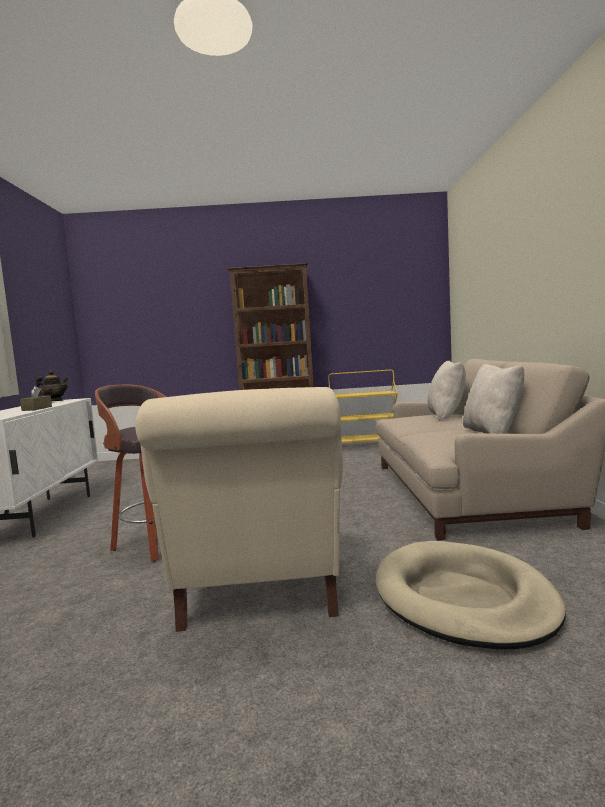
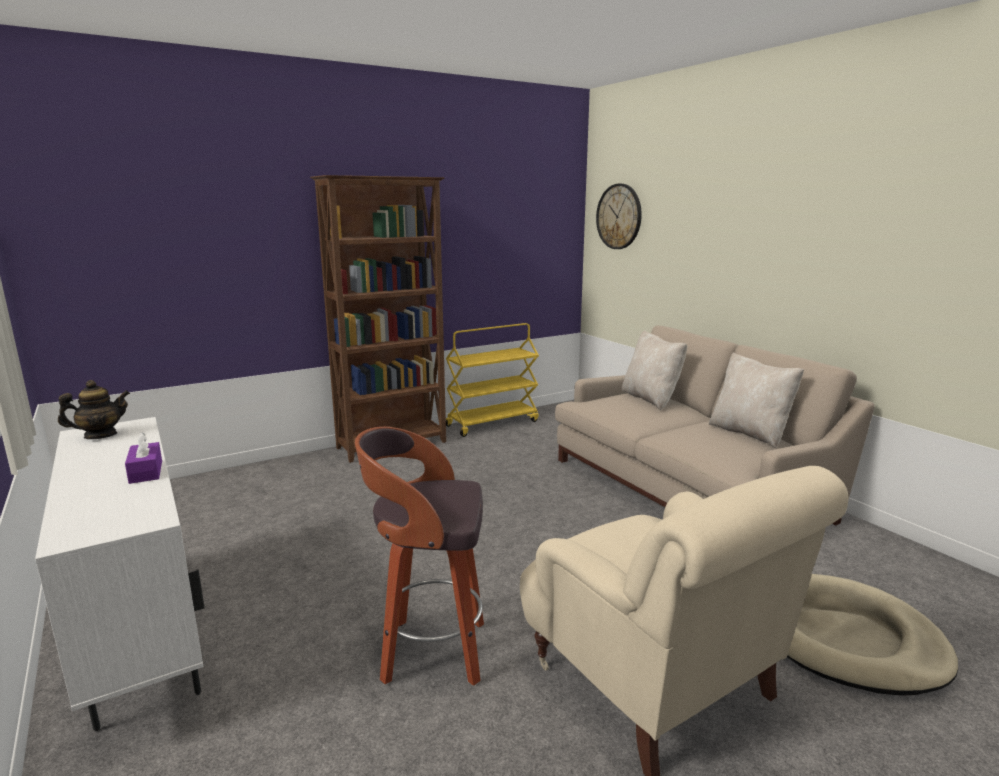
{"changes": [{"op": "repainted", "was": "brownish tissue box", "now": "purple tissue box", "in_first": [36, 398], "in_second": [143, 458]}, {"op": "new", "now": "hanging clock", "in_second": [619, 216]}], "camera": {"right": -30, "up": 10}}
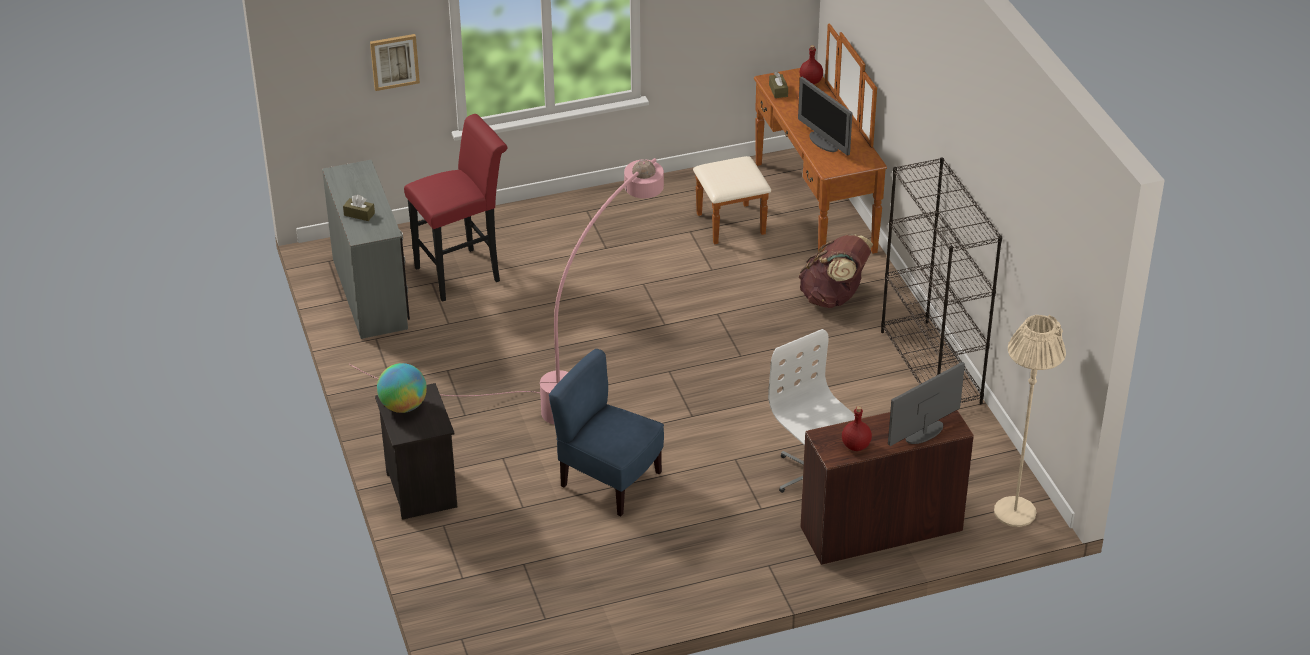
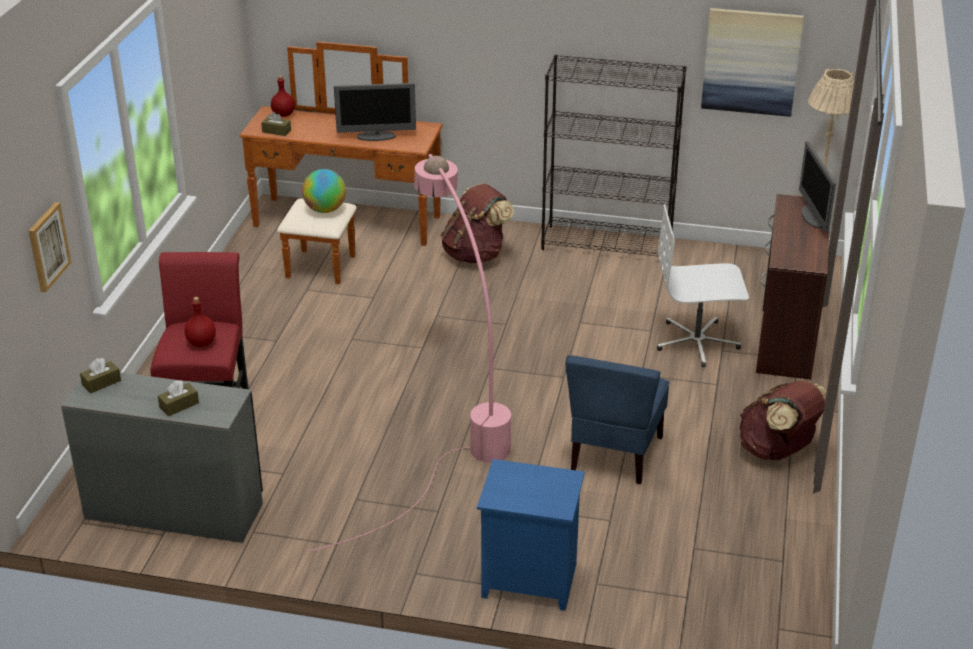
{"changes": [{"op": "new", "now": "brownish tissue box", "in_second": [100, 375]}, {"op": "shifted", "was": "red beverage bottle", "in_first": [857, 428], "in_second": [200, 322]}, {"op": "shifted", "was": "desk globe", "in_first": [402, 388], "in_second": [324, 191]}, {"op": "repainted", "was": "black-coloured nightstand", "now": "blue-coloured nightstand", "in_first": [416, 451], "in_second": [531, 535]}, {"op": "rotated", "was": "blue-coloured plain chair", "in_first": [606, 432], "in_second": [617, 419], "clockwise": -45}, {"op": "new", "now": "wall picture", "in_second": [752, 62]}, {"op": "new", "now": "brownish rucksack", "in_second": [783, 420]}], "camera": {"right": -60, "up": -5}}
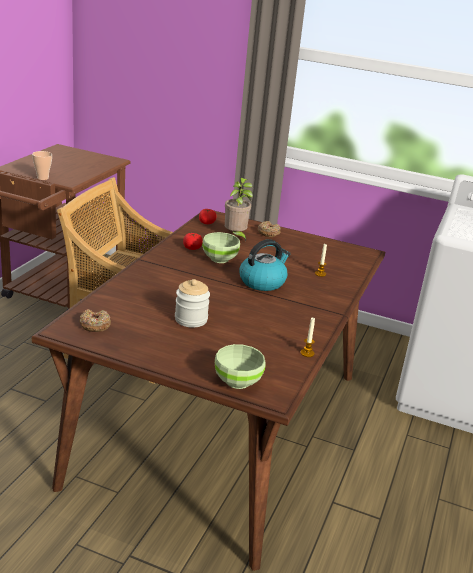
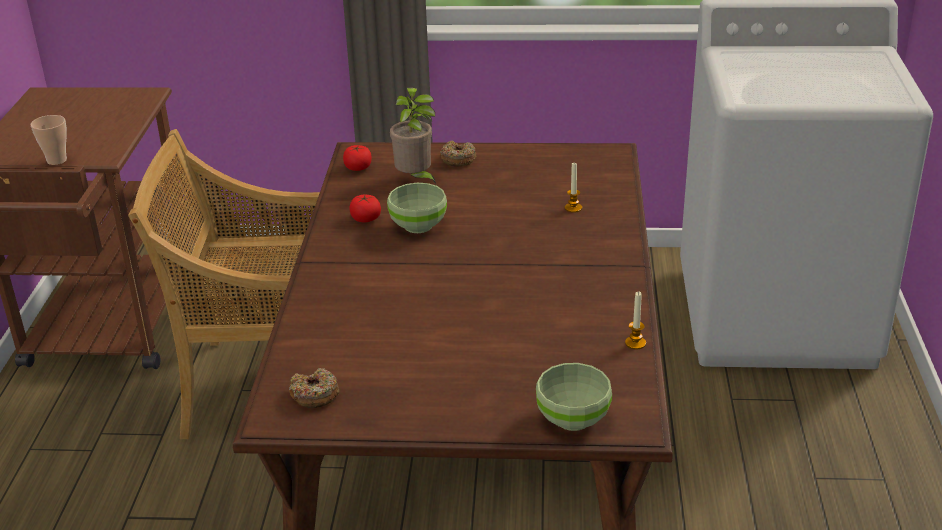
{"changes": [{"op": "gone", "was": "preserve jar", "in_first": [192, 303]}, {"op": "gone", "was": "kettle", "in_first": [265, 265]}], "camera": {"right": -15, "up": 5}}
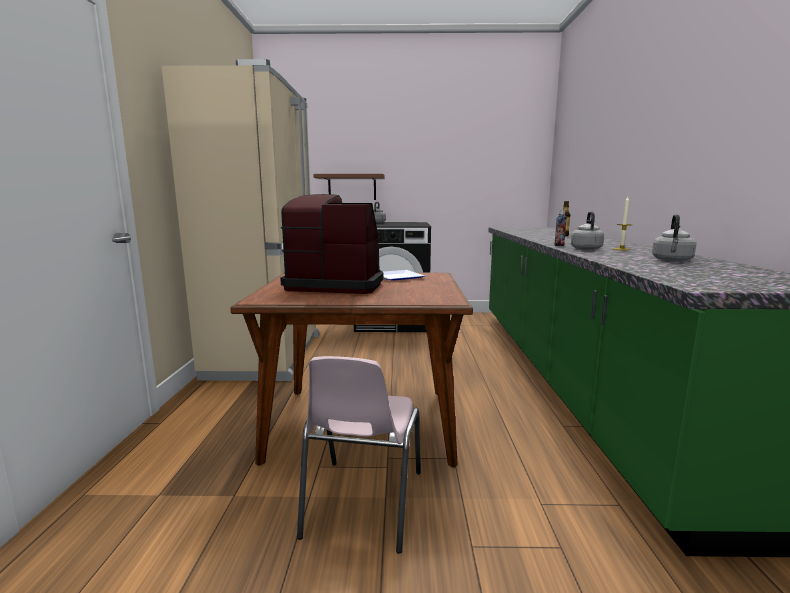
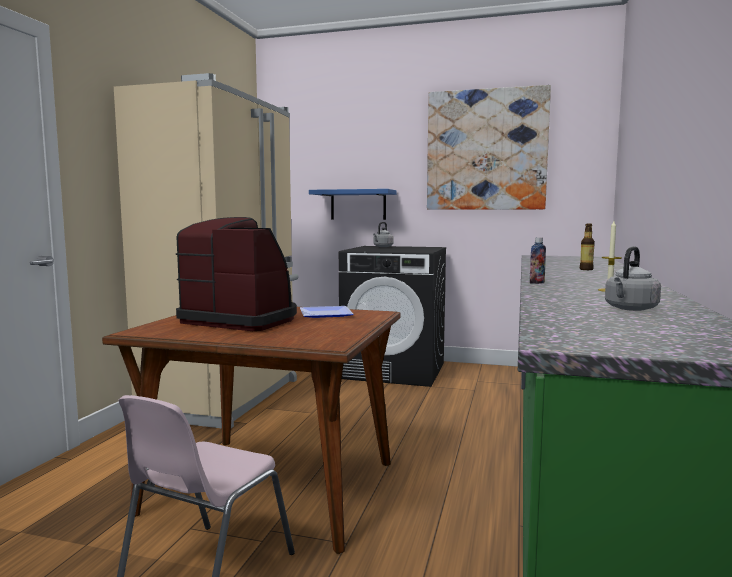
{"changes": [{"op": "repainted", "was": "brownish bracket shelf", "now": "blue-coloured bracket shelf", "in_first": [349, 187], "in_second": [353, 204]}, {"op": "new", "now": "wall picture", "in_second": [489, 147]}, {"op": "gone", "was": "greyish kettle", "in_first": [587, 230]}], "camera": {"right": 15, "up": -5}}
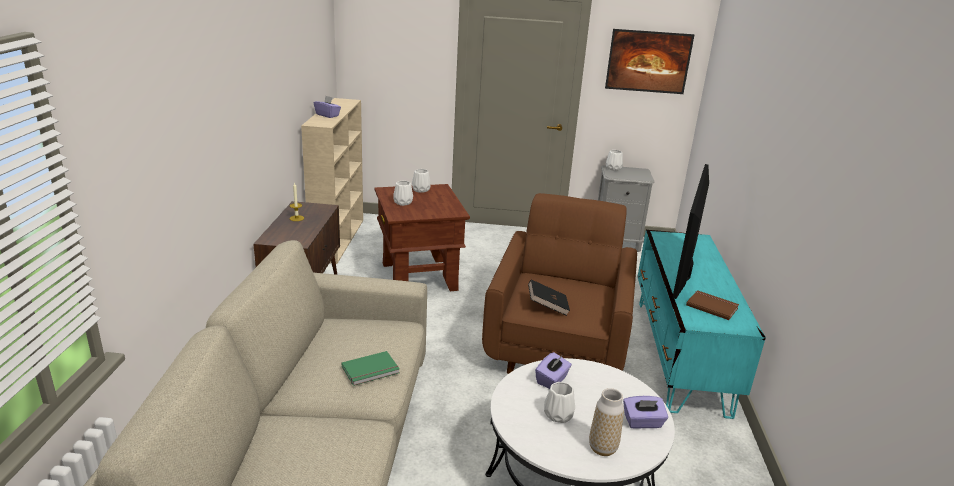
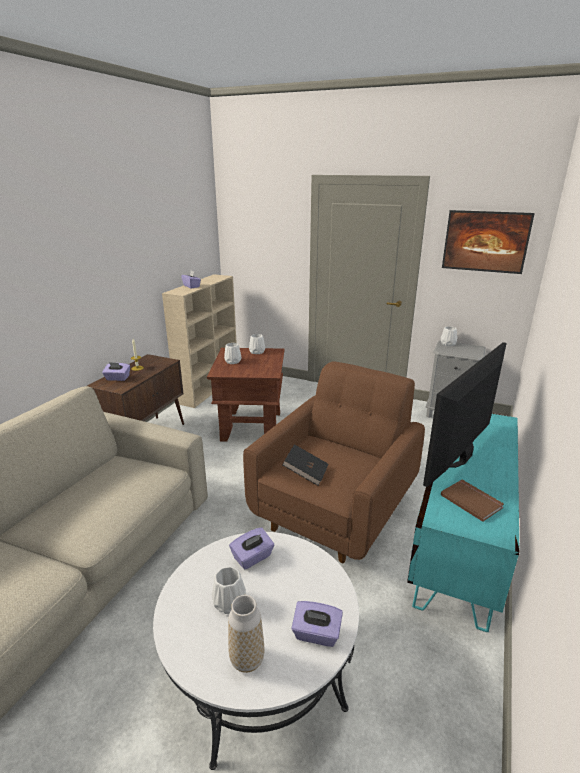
{"changes": [{"op": "new", "now": "purple tissue box", "in_second": [116, 371]}, {"op": "gone", "was": "greenish bound book", "in_first": [370, 368]}], "camera": {"right": 20, "up": 0}}
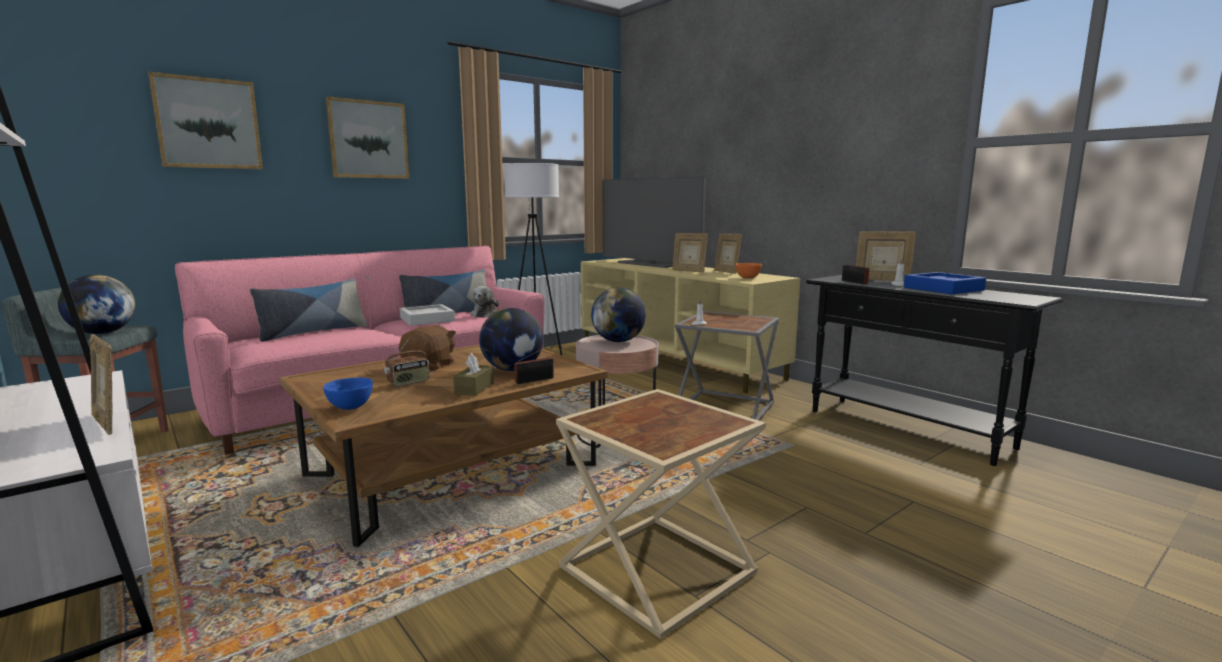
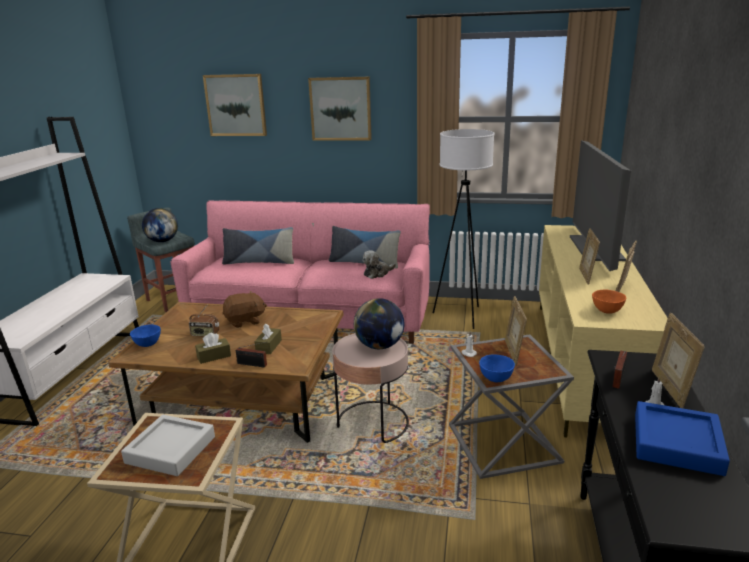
{"changes": [{"op": "shifted", "was": "greyish serving tray", "in_first": [427, 315], "in_second": [168, 445]}, {"op": "swapped", "was": "desk globe", "now": "brownish tissue box", "in_first": [511, 339], "in_second": [268, 338]}, {"op": "new", "now": "blue-coloured deep dish", "in_second": [497, 368]}, {"op": "shifted", "was": "standing frame", "in_first": [101, 384], "in_second": [516, 331]}], "camera": {"right": 50, "up": 10}}
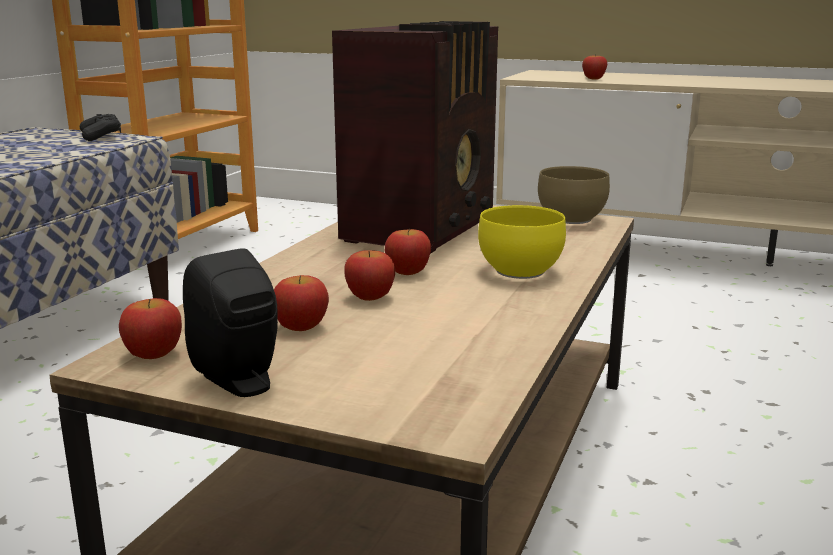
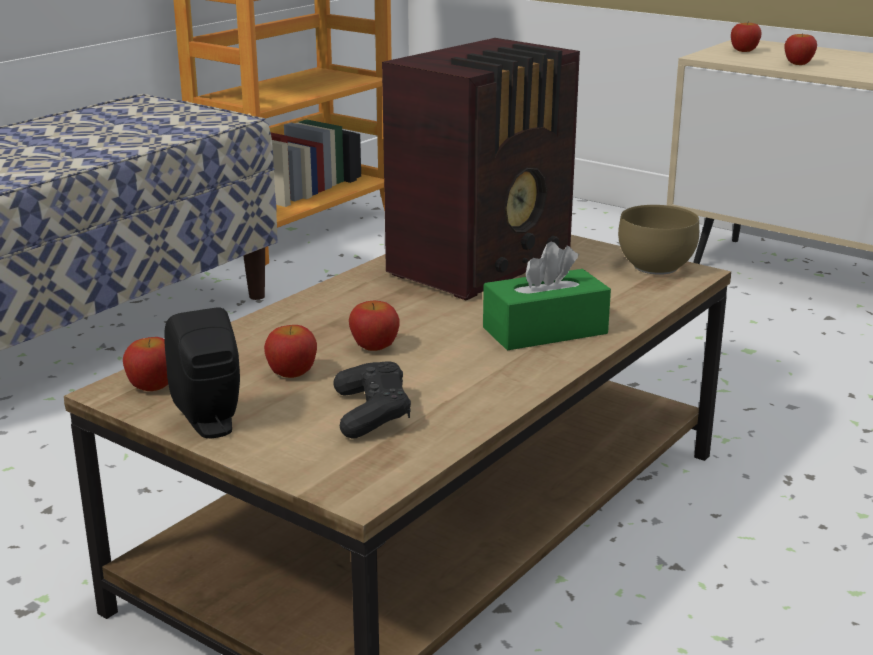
{"changes": [{"op": "shifted", "was": "black-coloured gamepad", "in_first": [100, 127], "in_second": [372, 400]}, {"op": "swapped", "was": "yellow-coloured deep dish", "now": "greenish tissue box", "in_first": [522, 242], "in_second": [547, 296]}, {"op": "shifted", "was": "whole apple", "in_first": [408, 252], "in_second": [746, 36]}], "camera": {"right": 15, "up": 5}}
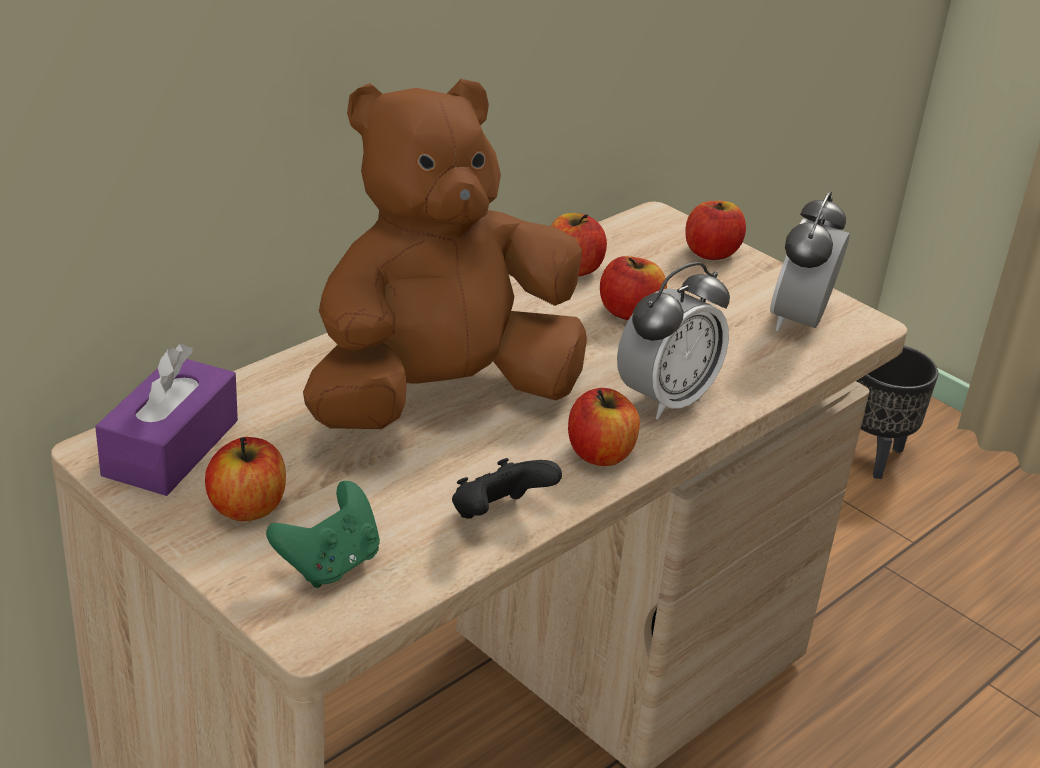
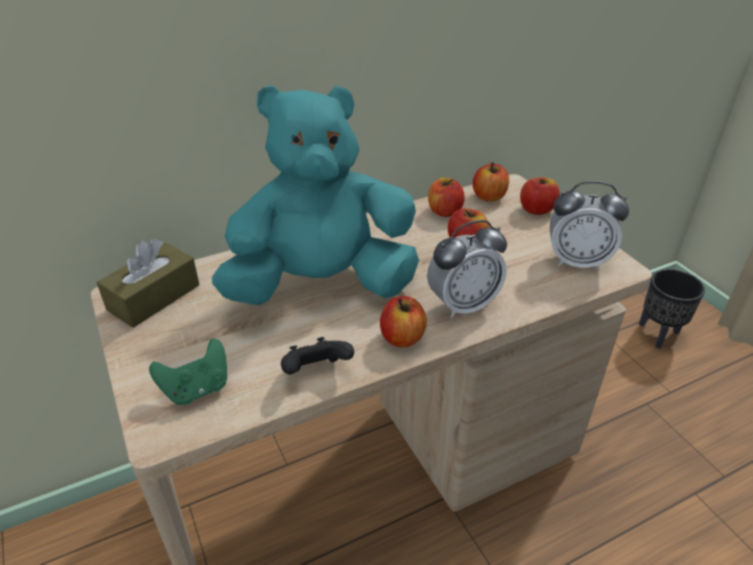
{"changes": [{"op": "repainted", "was": "purple tissue box", "now": "brownish tissue box", "in_first": [166, 419], "in_second": [148, 283]}, {"op": "repainted", "was": "brownish plush toy", "now": "blue-green plush toy", "in_first": [445, 254], "in_second": [315, 195]}, {"op": "shifted", "was": "whole apple", "in_first": [245, 479], "in_second": [491, 182]}, {"op": "rotated", "was": "table clock", "in_first": [810, 261], "in_second": [589, 225], "clockwise": -120}], "camera": {"right": 20, "up": 5}}
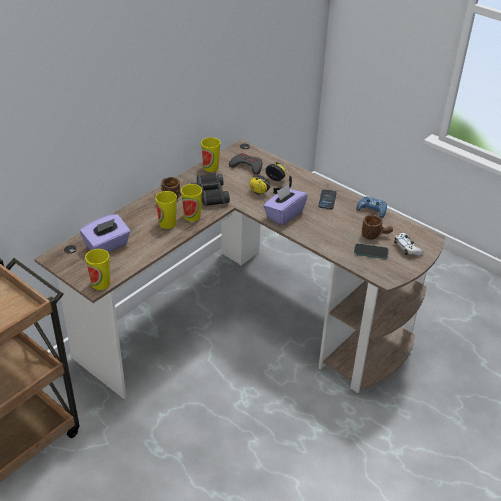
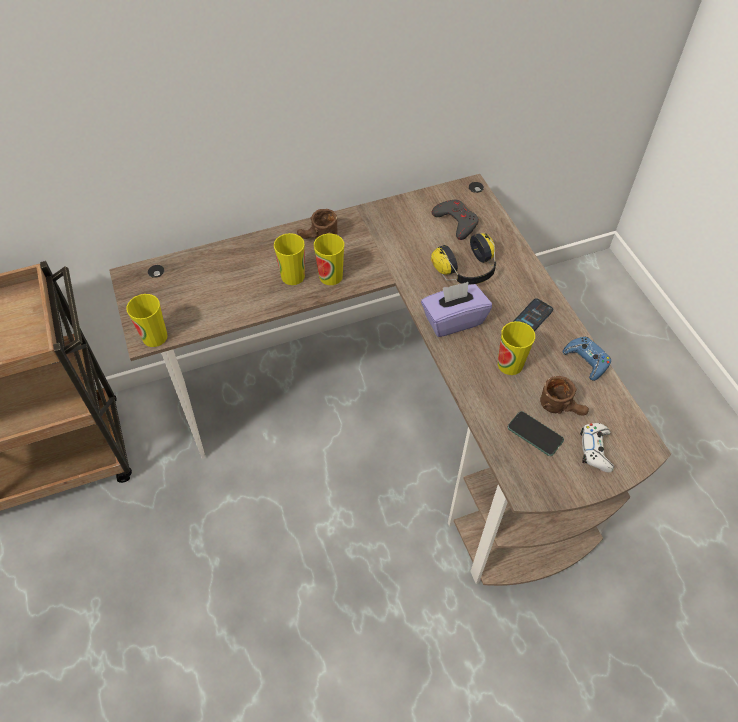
{"changes": [{"op": "shifted", "was": "small cup", "in_first": [210, 154], "in_second": [516, 348]}, {"op": "gone", "was": "purple tissue box", "in_first": [105, 233]}, {"op": "gone", "was": "black-coloured pair of binoculars", "in_first": [210, 189]}], "camera": {"right": 30, "up": 15}}
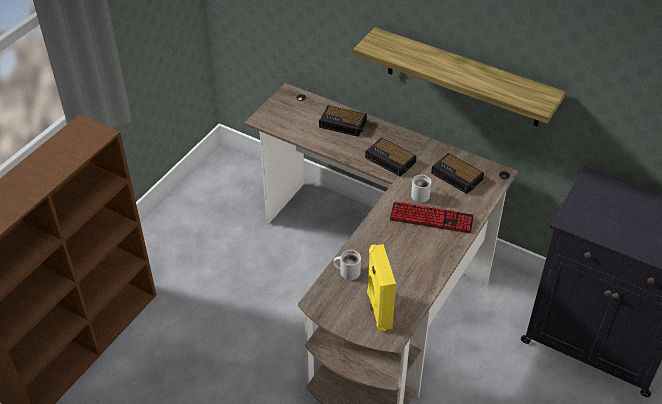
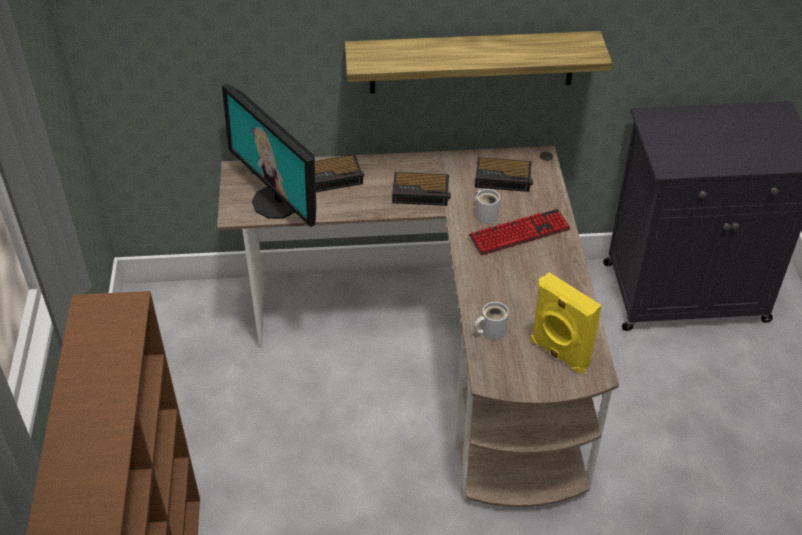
{"changes": [{"op": "new", "now": "monitor", "in_second": [269, 155]}], "camera": {"right": -35, "up": 0}}
